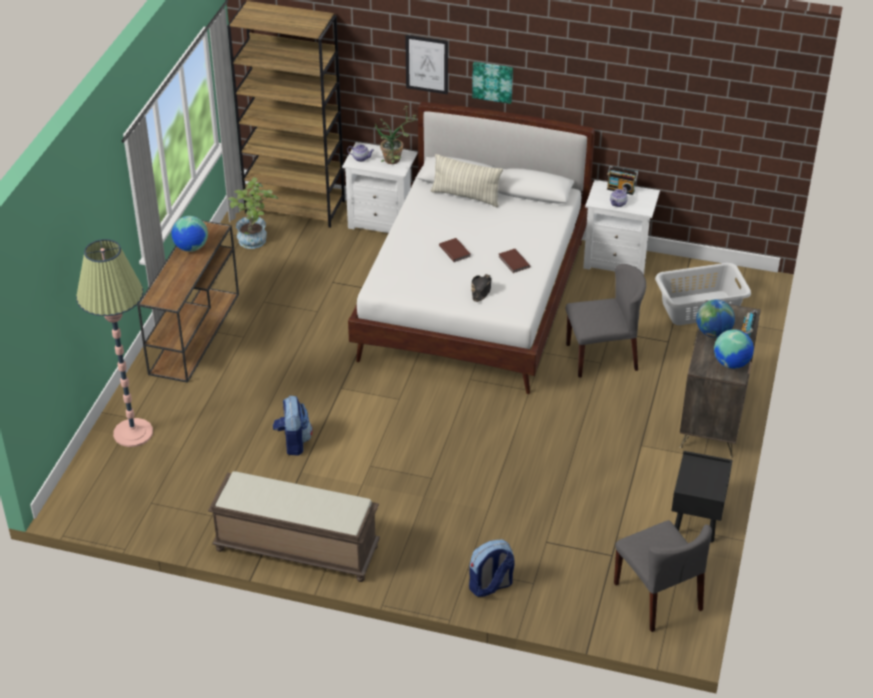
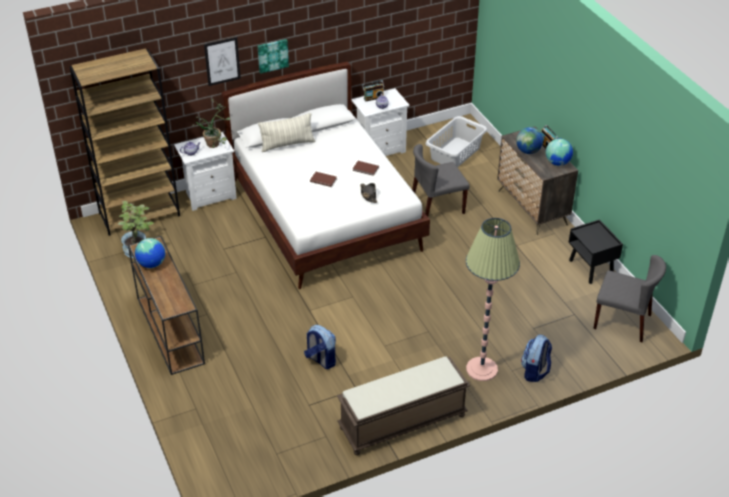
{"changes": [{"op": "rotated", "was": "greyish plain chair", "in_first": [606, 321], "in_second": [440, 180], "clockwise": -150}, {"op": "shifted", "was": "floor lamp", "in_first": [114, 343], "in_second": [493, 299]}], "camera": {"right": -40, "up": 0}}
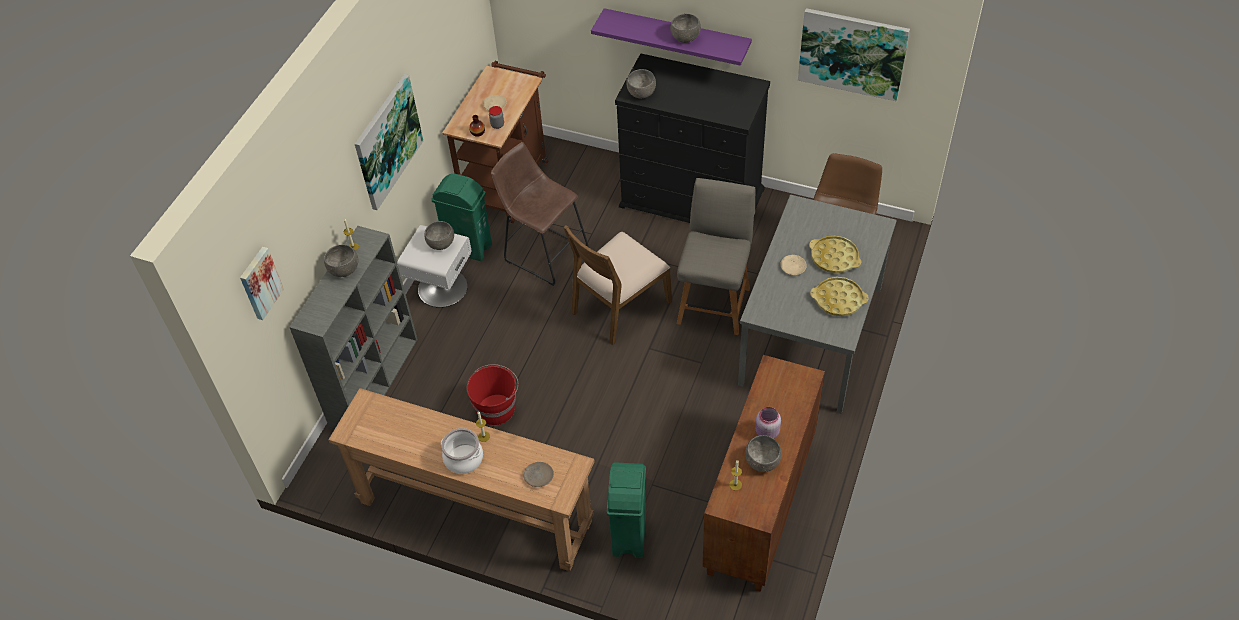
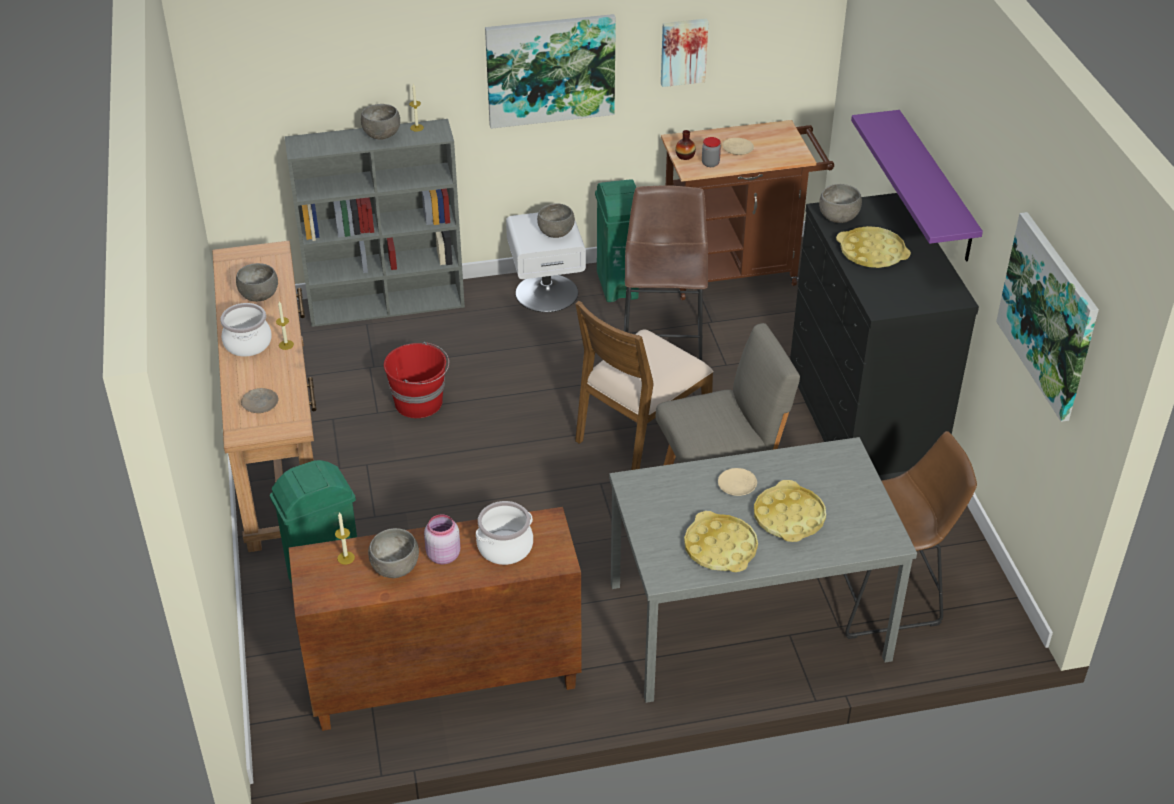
{"changes": [{"op": "shifted", "was": "greyish deep dish", "in_first": [685, 28], "in_second": [257, 282]}, {"op": "new", "now": "cooking pot", "in_second": [504, 533]}, {"op": "rotated", "was": "brownish plain chair", "in_first": [617, 285], "in_second": [644, 385], "clockwise": -60}, {"op": "shifted", "was": "wall picture", "in_first": [262, 283], "in_second": [684, 53]}, {"op": "new", "now": "yellow-coloured serving tray", "in_second": [873, 247]}], "camera": {"right": 55, "up": -10}}
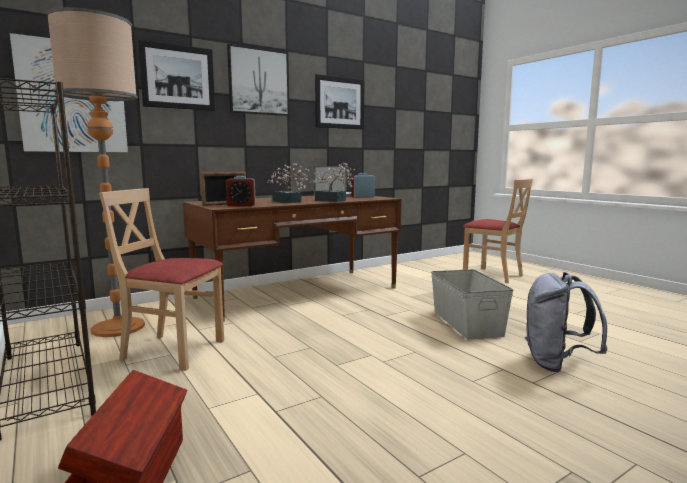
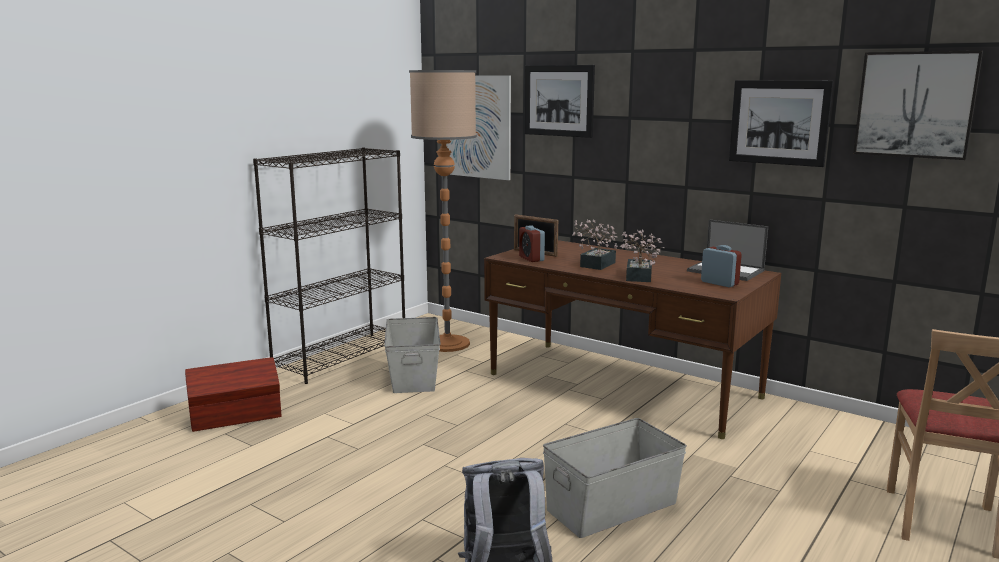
{"changes": [{"op": "swapped", "was": "beige plain chair", "now": "greyish storage bin", "in_first": [161, 279], "in_second": [412, 355]}, {"op": "shifted", "was": "wall picture", "in_first": [258, 80], "in_second": [918, 105]}], "camera": {"right": 70, "up": 5}}
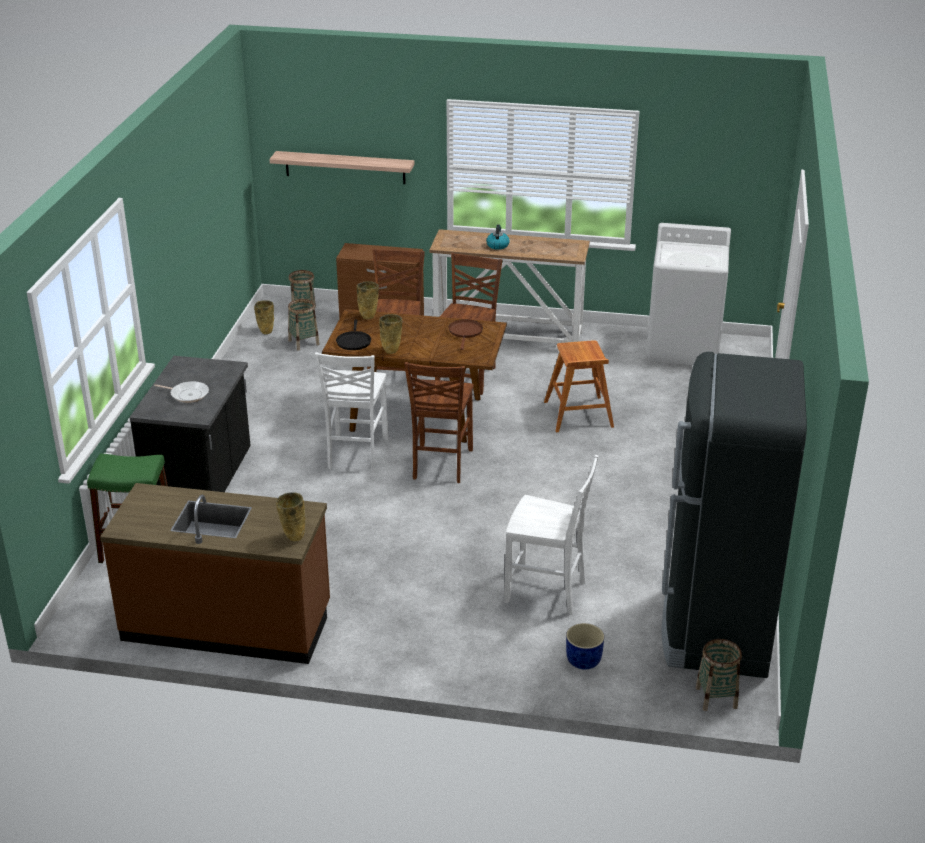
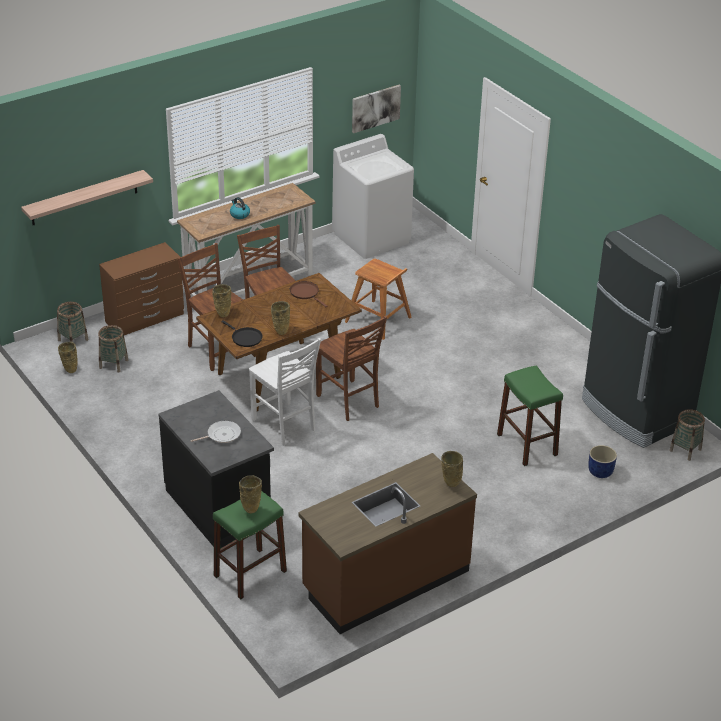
{"changes": [{"op": "new", "now": "beige vase", "in_second": [250, 494]}, {"op": "new", "now": "wall picture", "in_second": [376, 109]}, {"op": "swapped", "was": "white-coloured plain chair", "now": "greenish stool", "in_first": [551, 535], "in_second": [530, 415]}], "camera": {"right": -45, "up": 5}}
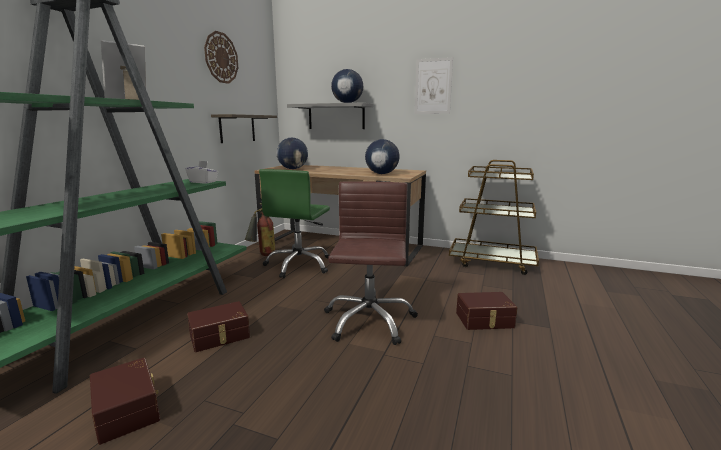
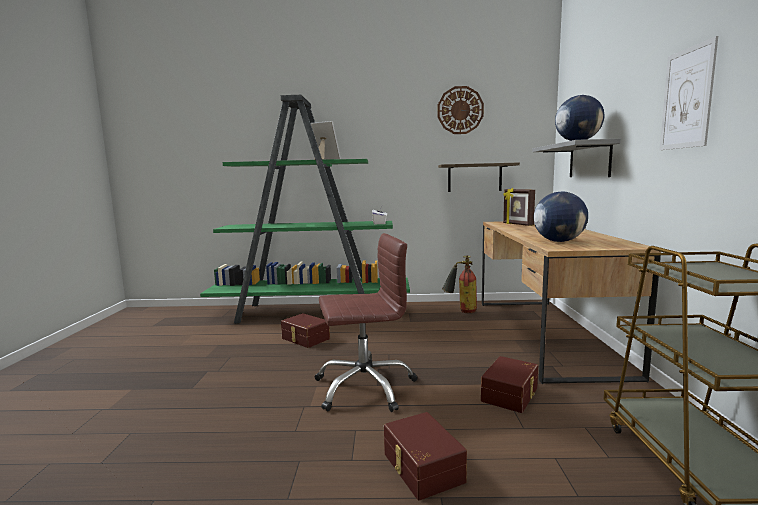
{"changes": [{"op": "shifted", "was": "brownish storage bin", "in_first": [125, 401], "in_second": [509, 384]}, {"op": "swapped", "was": "desk globe", "now": "standing frame", "in_first": [292, 153], "in_second": [519, 207]}, {"op": "gone", "was": "greenish desk chair", "in_first": [294, 223]}], "camera": {"right": 70, "up": -5}}
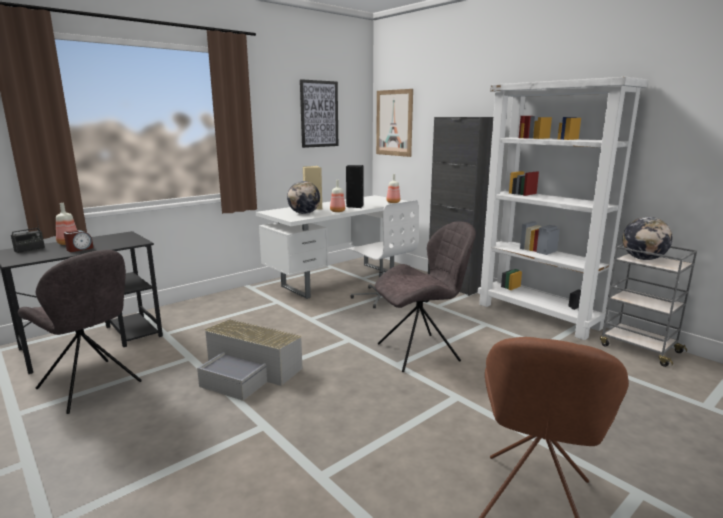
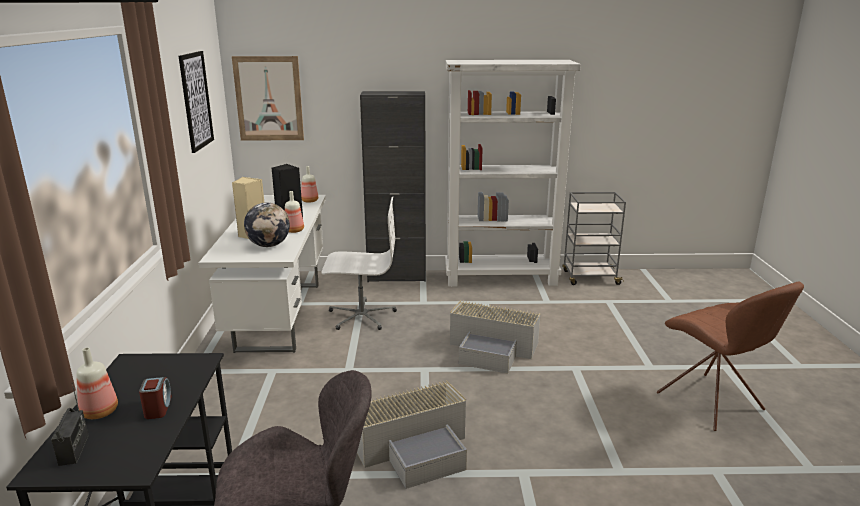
{"changes": [{"op": "swapped", "was": "greyish plain chair", "now": "greyish storage bin", "in_first": [425, 296], "in_second": [495, 337]}, {"op": "gone", "was": "desk globe", "in_first": [647, 238]}], "camera": {"right": -50, "up": 5}}
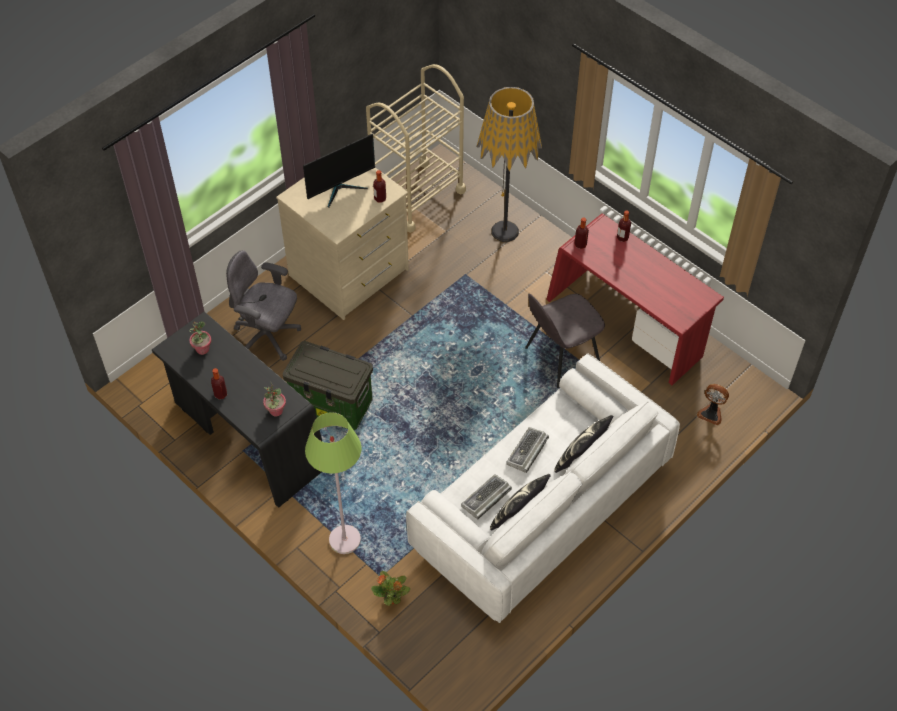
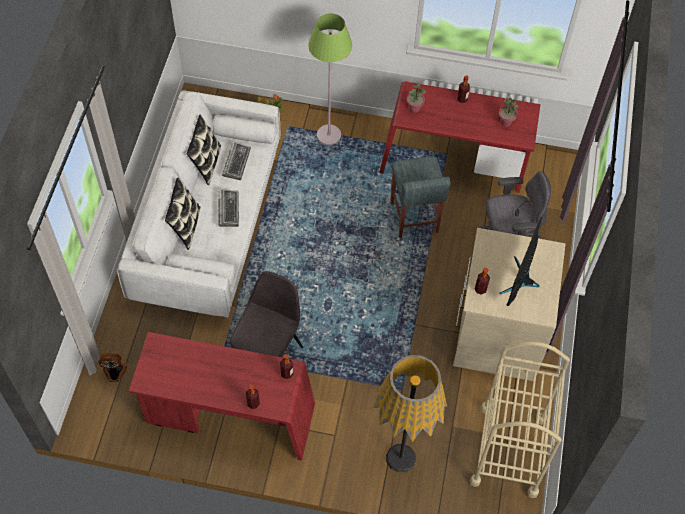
{"changes": [{"op": "repainted", "was": "black-coloured desk unit", "now": "red desk unit", "in_first": [237, 410], "in_second": [460, 137]}, {"op": "swapped", "was": "storage bin", "now": "greyish stool", "in_first": [328, 385], "in_second": [420, 197]}], "camera": {"right": 145, "up": 5}}
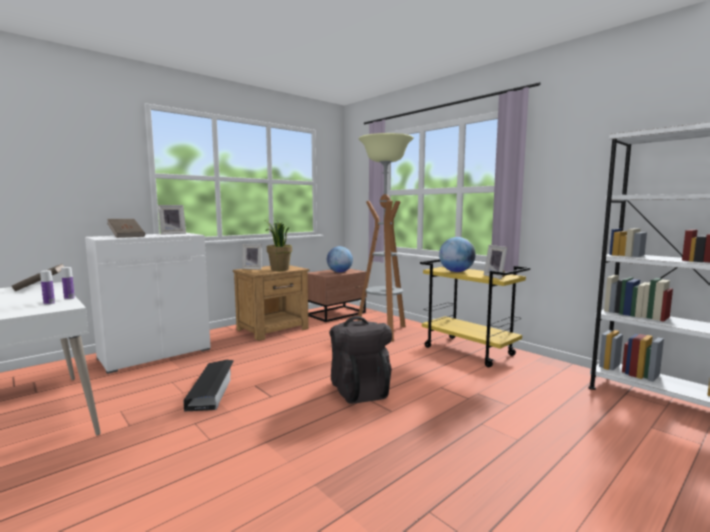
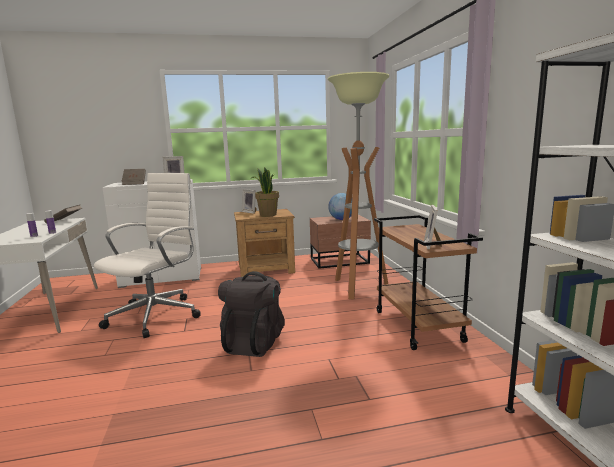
{"changes": [{"op": "swapped", "was": "black-coloured storage bin", "now": "white-coloured desk chair", "in_first": [208, 386], "in_second": [147, 255]}, {"op": "repainted", "was": "yellow-coloured trolley", "now": "brownish trolley", "in_first": [475, 313], "in_second": [428, 282]}, {"op": "gone", "was": "desk globe", "in_first": [457, 254]}], "camera": {"right": 30, "up": 5}}
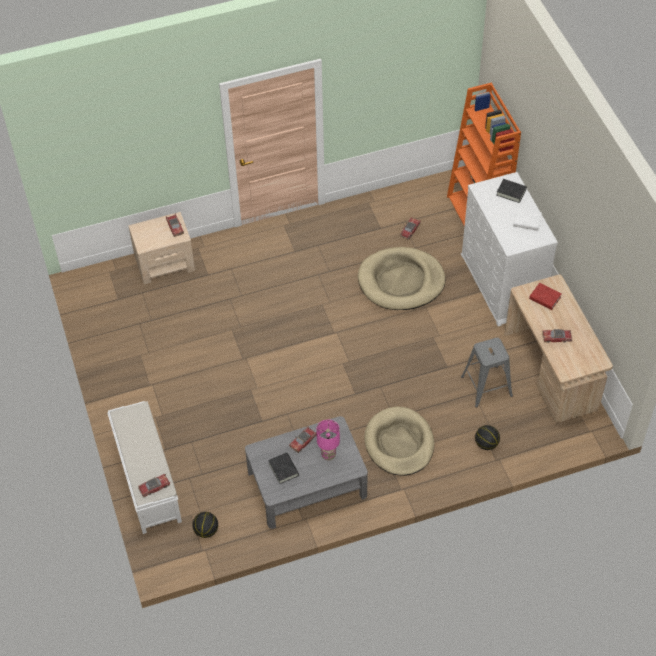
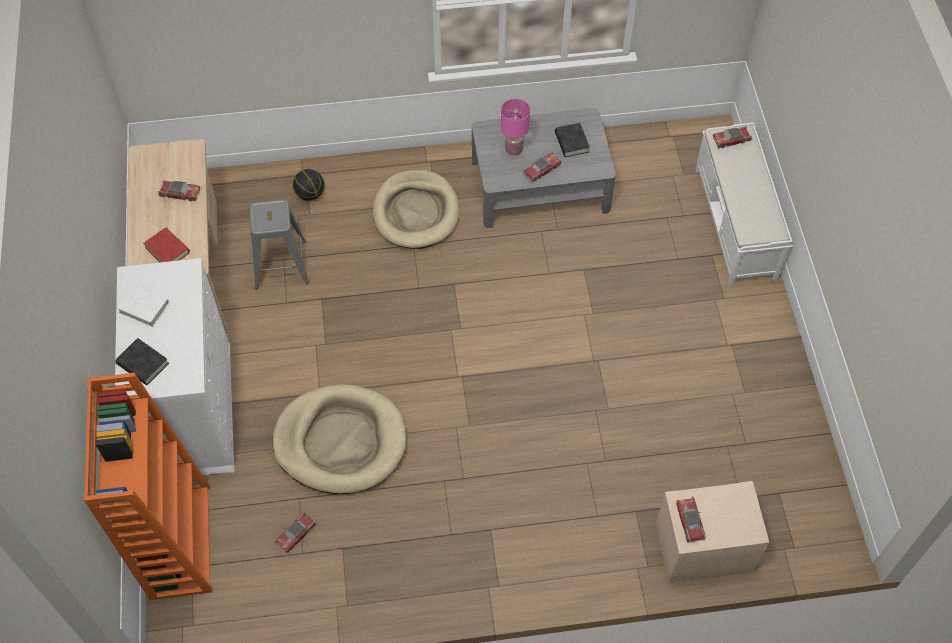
{"changes": [{"op": "gone", "was": "basketball", "in_first": [205, 525]}], "camera": {"right": -170, "up": 5}}
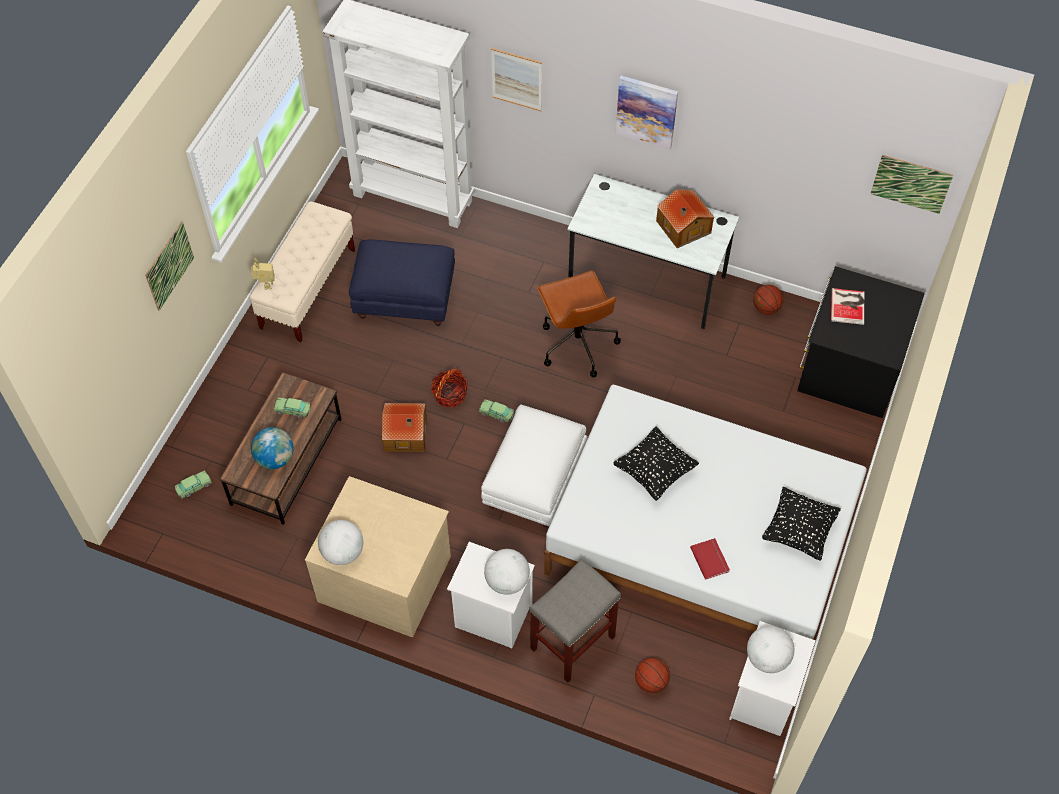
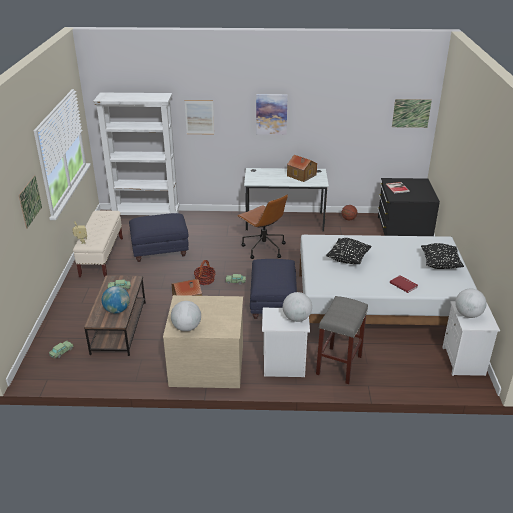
{"changes": [{"op": "repainted", "was": "white-coloured ottoman", "now": "blue-coloured ottoman", "in_first": [534, 466], "in_second": [273, 289]}, {"op": "gone", "was": "basketball", "in_first": [652, 675]}], "camera": {"right": -20, "up": -25}}
